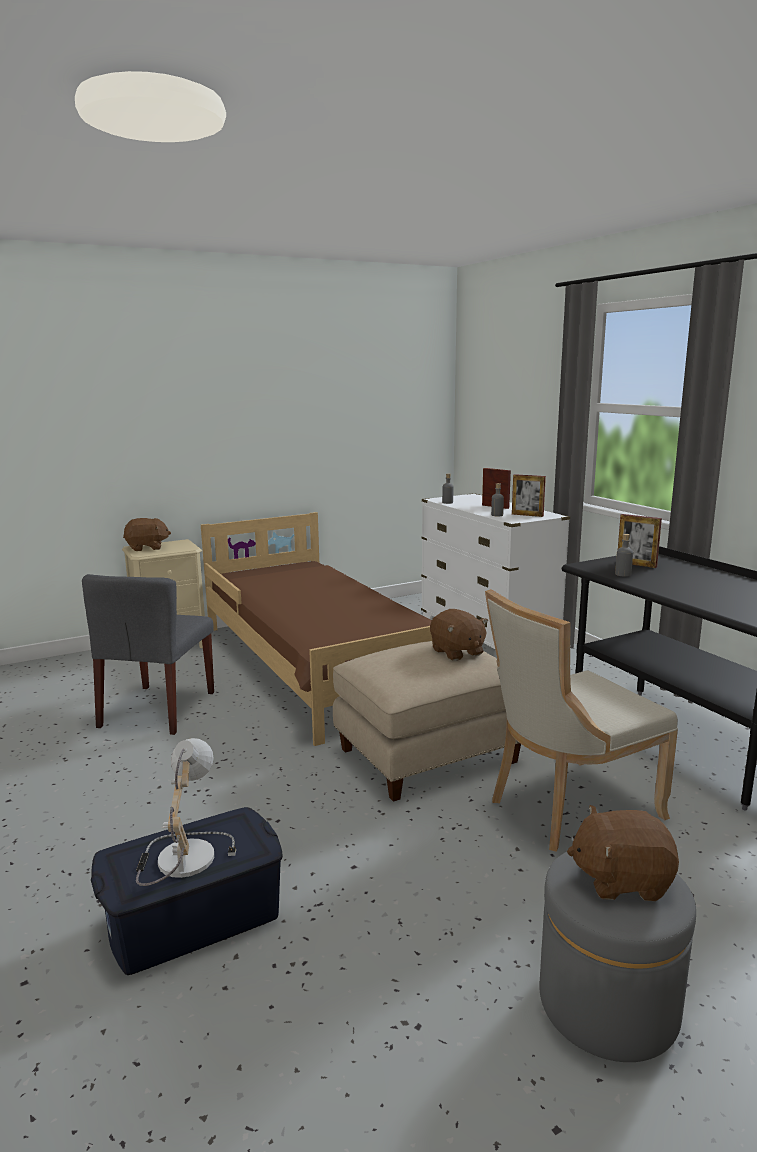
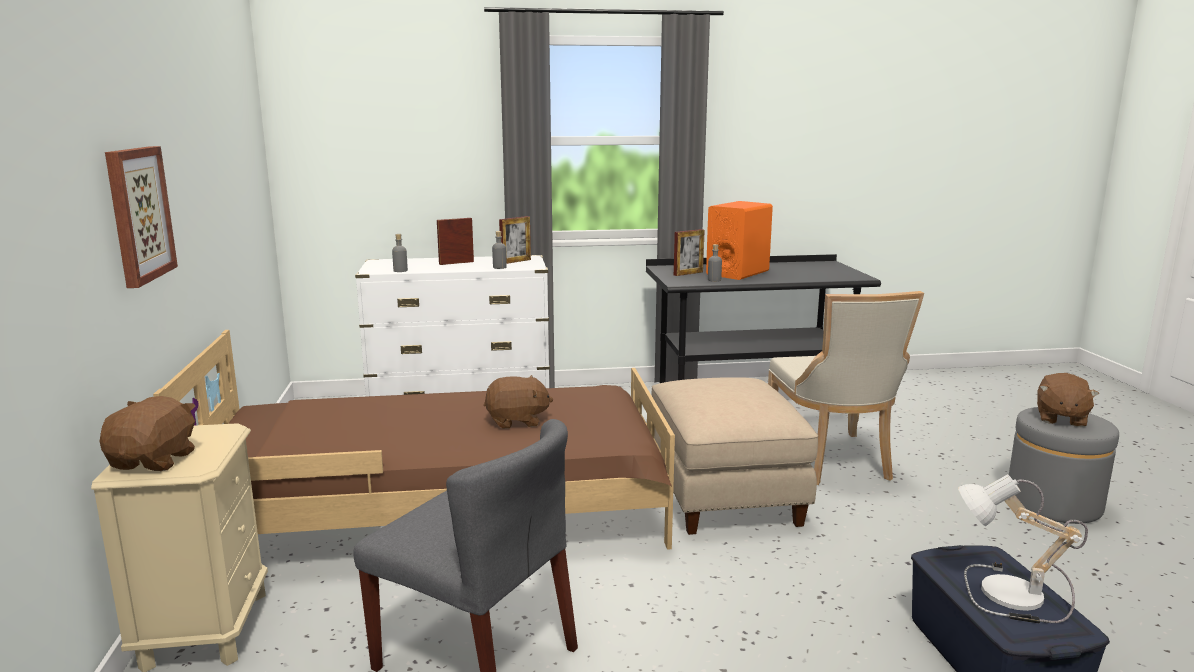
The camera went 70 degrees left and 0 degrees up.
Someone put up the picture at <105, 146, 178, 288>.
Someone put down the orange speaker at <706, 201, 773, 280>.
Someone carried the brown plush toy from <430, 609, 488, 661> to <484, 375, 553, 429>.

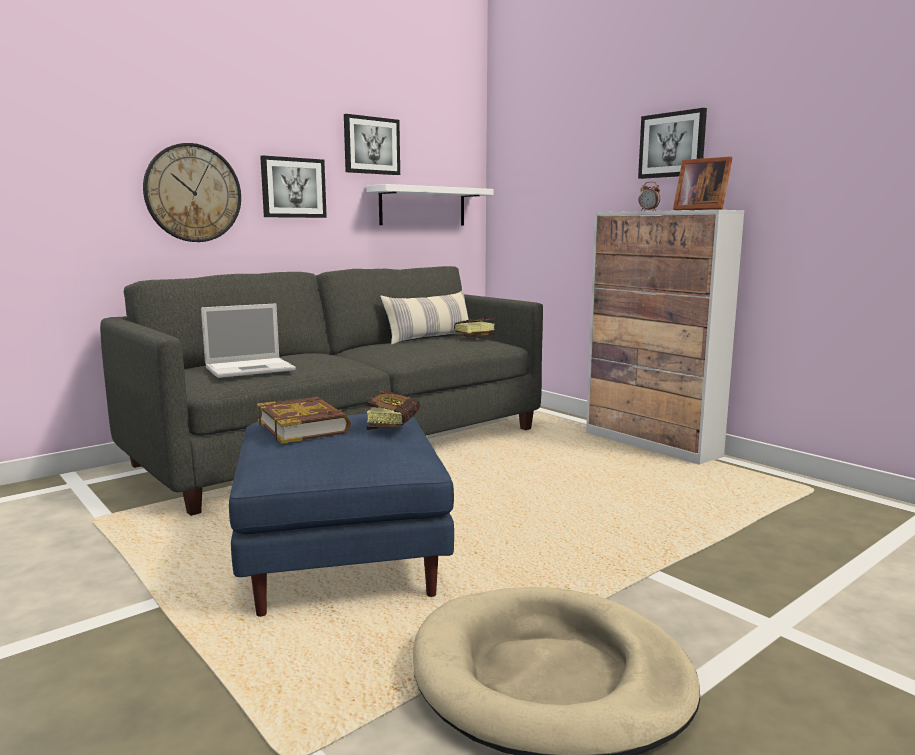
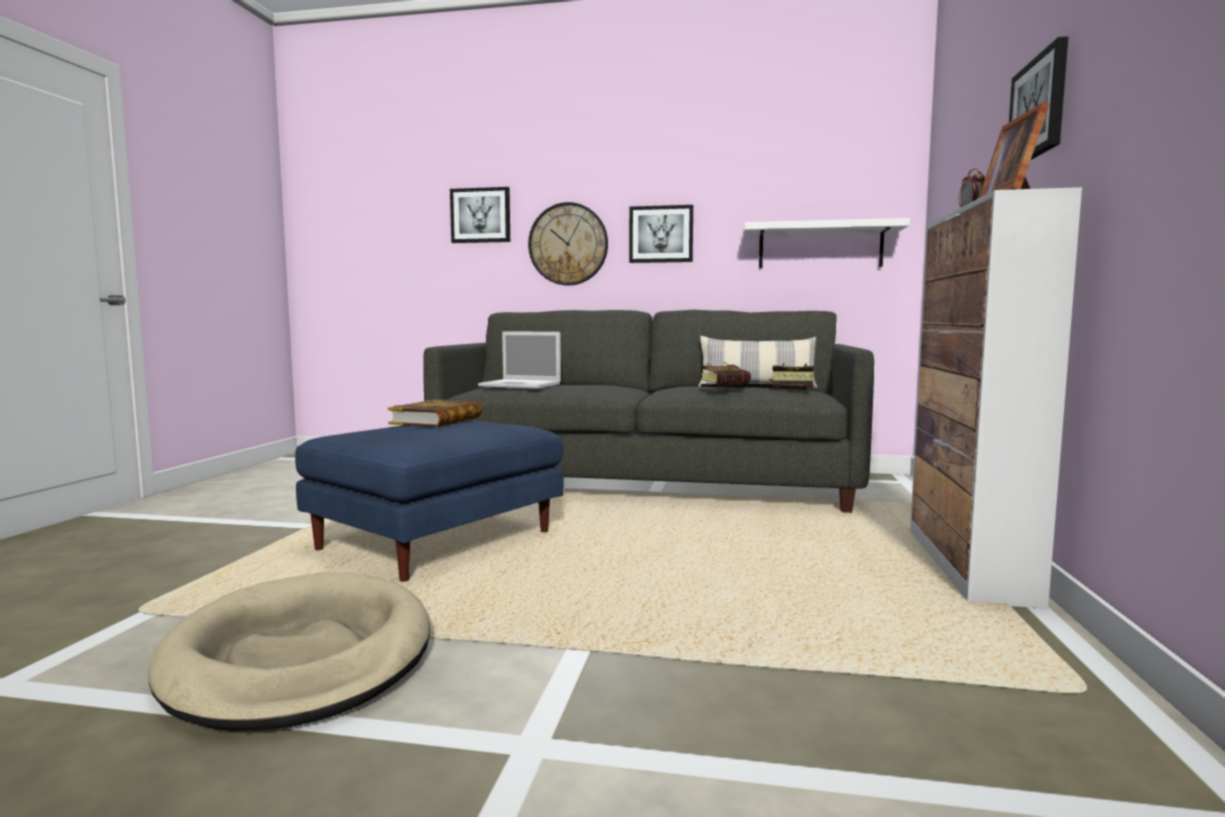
The camera went 50 degrees right and 5 degrees down.
Someone carried the picture from <344, 114, 400, 175> to <450, 187, 510, 243>.
Someone carried the book from <366, 390, 420, 430> to <701, 363, 751, 390>.

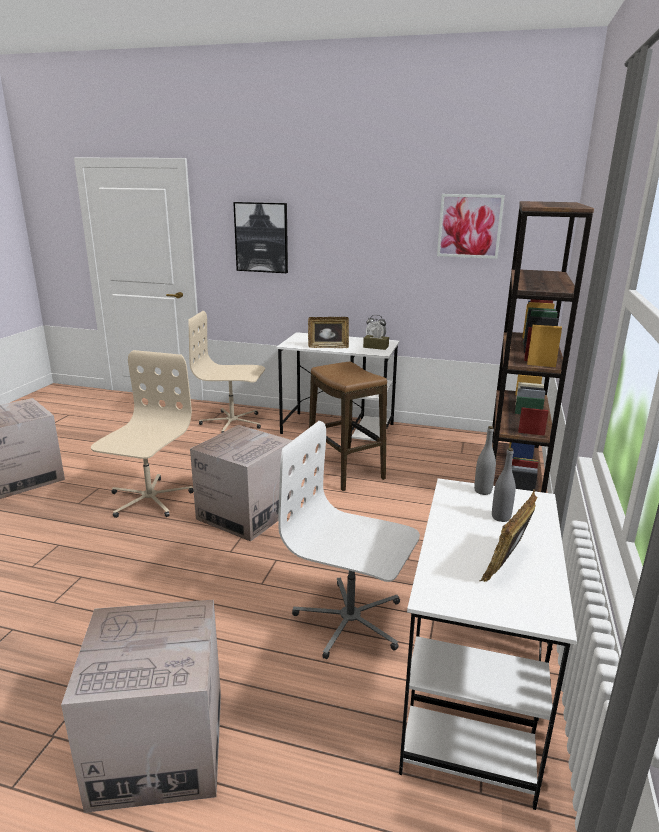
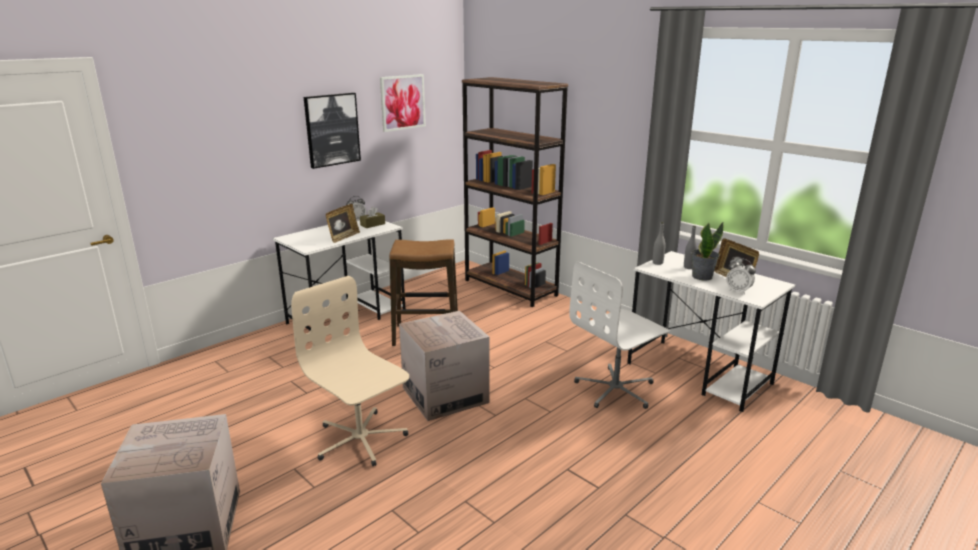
The camera went 60 degrees left and 0 degrees up.
Someone took away the cardboard box at <61, 600, 221, 813>.
Someone took away the beige office chair at <188, 311, 265, 433>.
Someone put down the potted plant at <691, 222, 723, 281>.
Someone put down the alarm clock at <726, 258, 756, 295>.
Someone carried the picture from <233, 202, 288, 273> to <304, 93, 361, 169>.

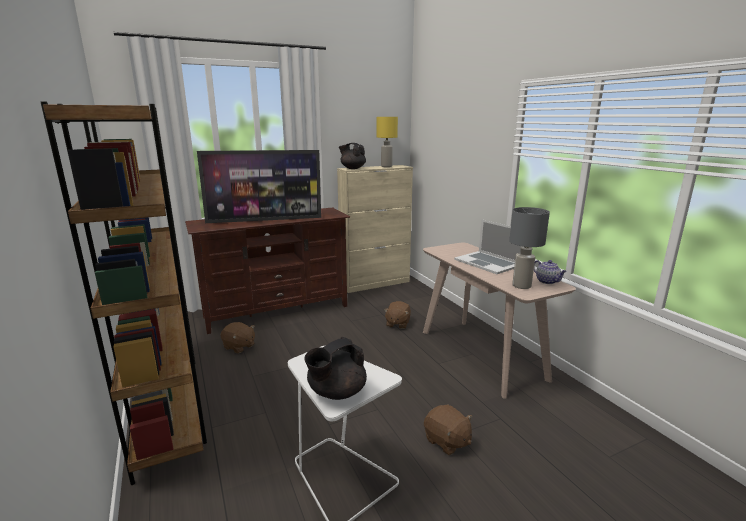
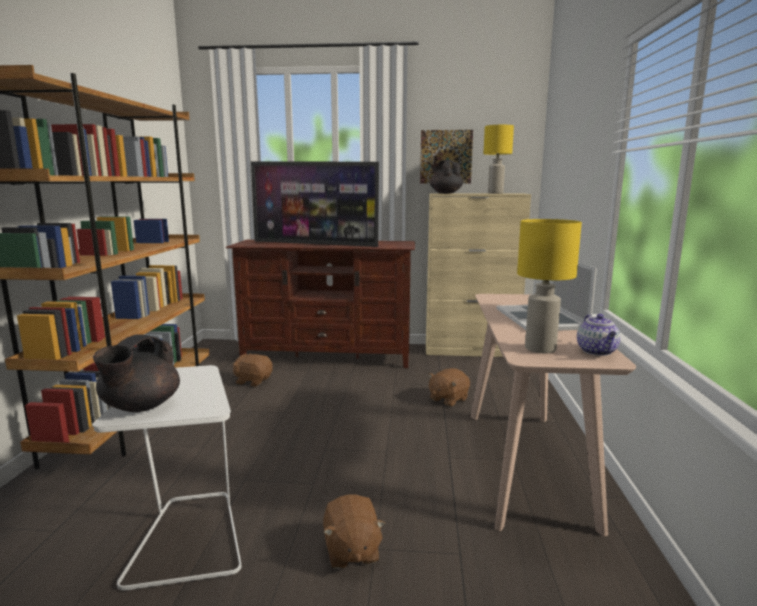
The camera went 30 degrees right and 5 degrees down.
Someone put up the picture at <420, 130, 473, 184>.
Someone repainted the grey table lamp at <509, 207, 550, 289>, which became the yellow table lamp at <517, 219, 582, 353>.
Someone rotated the brown plush toy at <220, 322, 255, 354> by 135 degrees clockwise.
Someone rotated the black teapot at <304, 337, 367, 400> by 60 degrees counterclockwise.

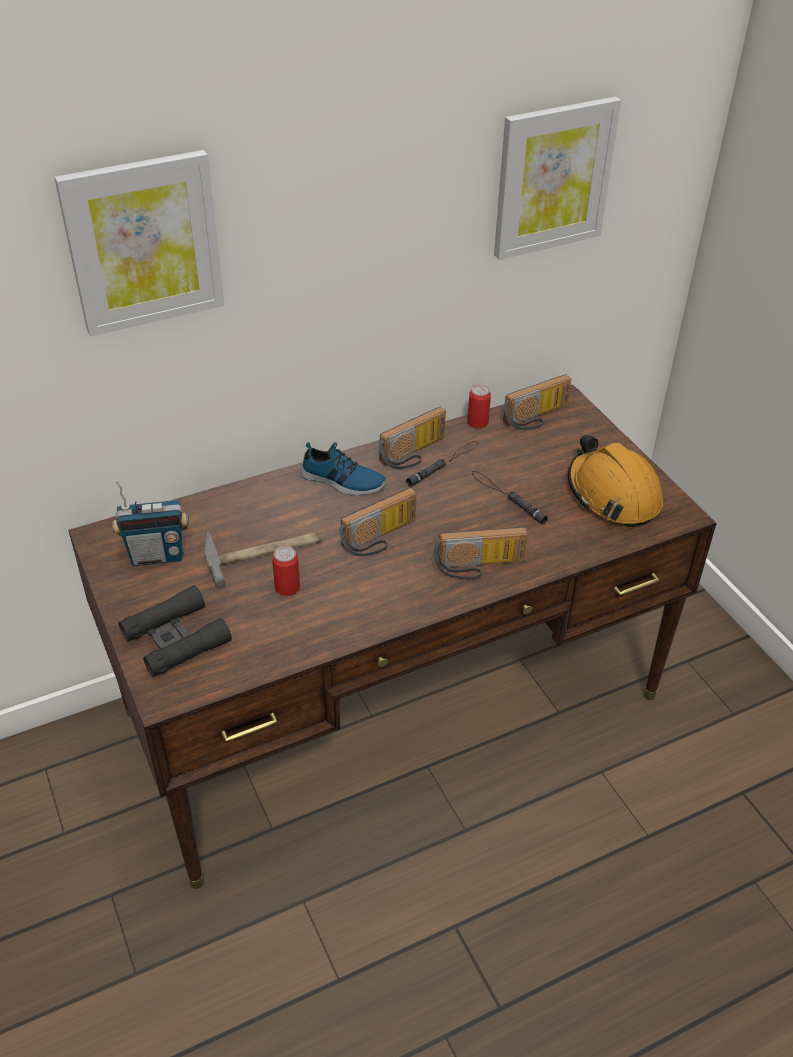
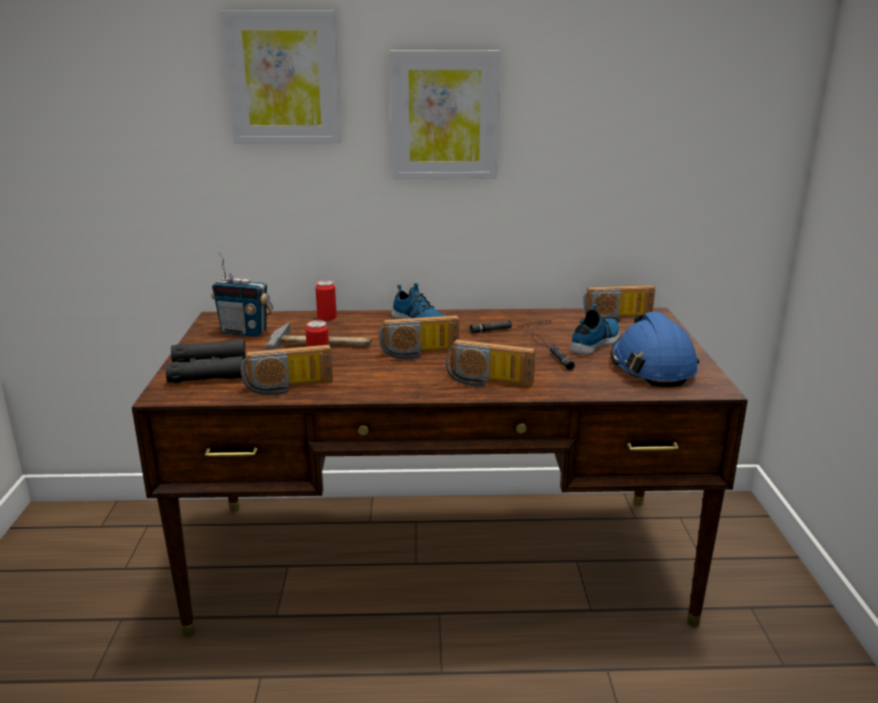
The camera went 25 degrees right and 20 degrees down.
Someone put down the shoe at <569, 304, 620, 355>.
Someone carried the radio from <379, 407, 446, 469> to <241, 345, 333, 395>.
Someone carried the can from <467, 384, 491, 429> to <315, 280, 337, 320>.
Someone carried the picture from <494, 97, 621, 260> to <389, 50, 500, 179>.
Someone repainted the orange hard hat at <568, 435, 663, 527>, which became the blue hard hat at <611, 312, 699, 387>.

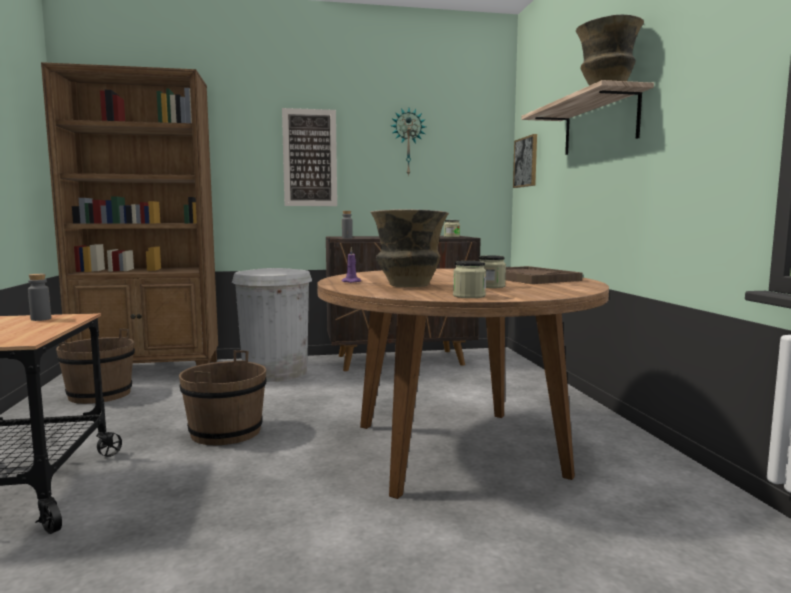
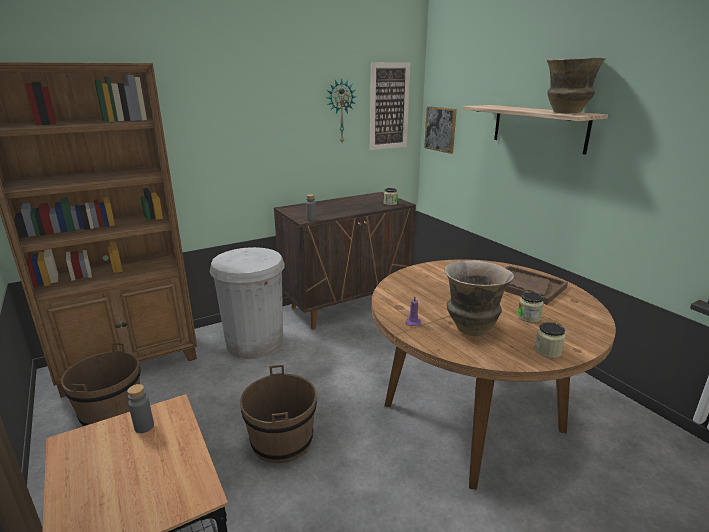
The camera went 20 degrees left and 15 degrees up.
Someone carried the picture from <282, 108, 337, 206> to <370, 62, 410, 150>.

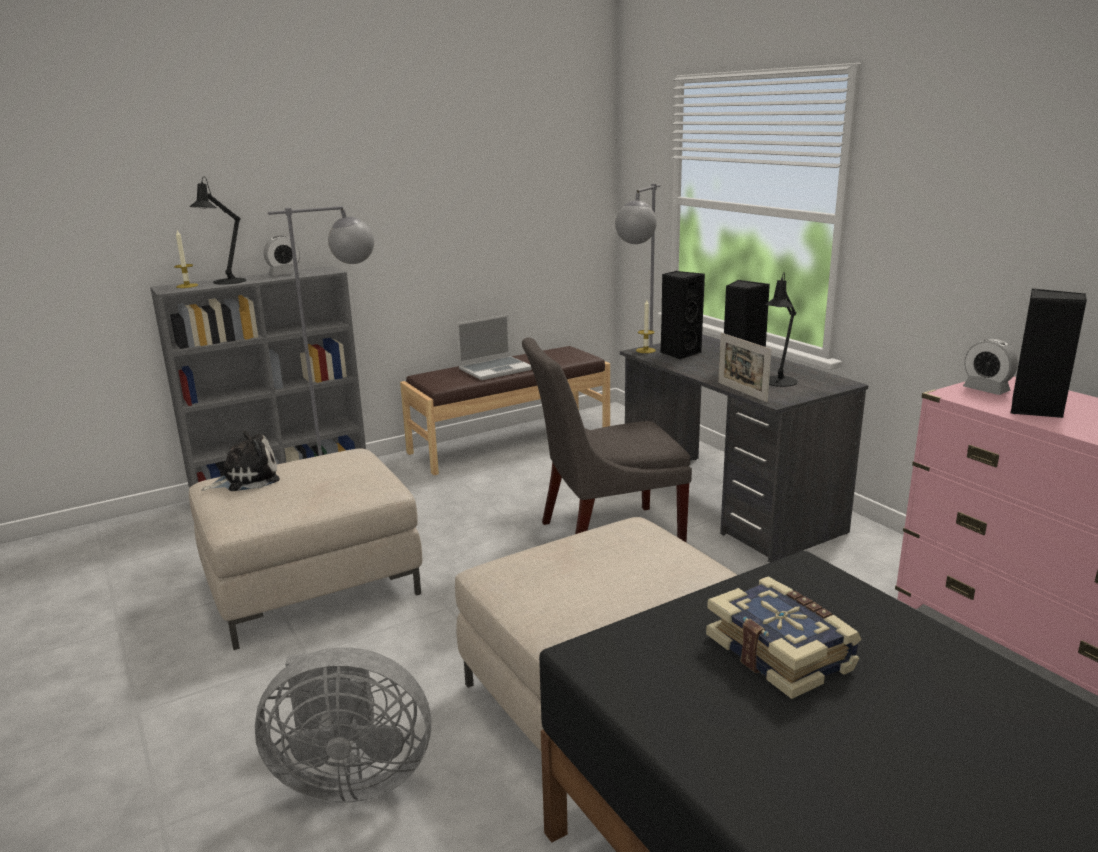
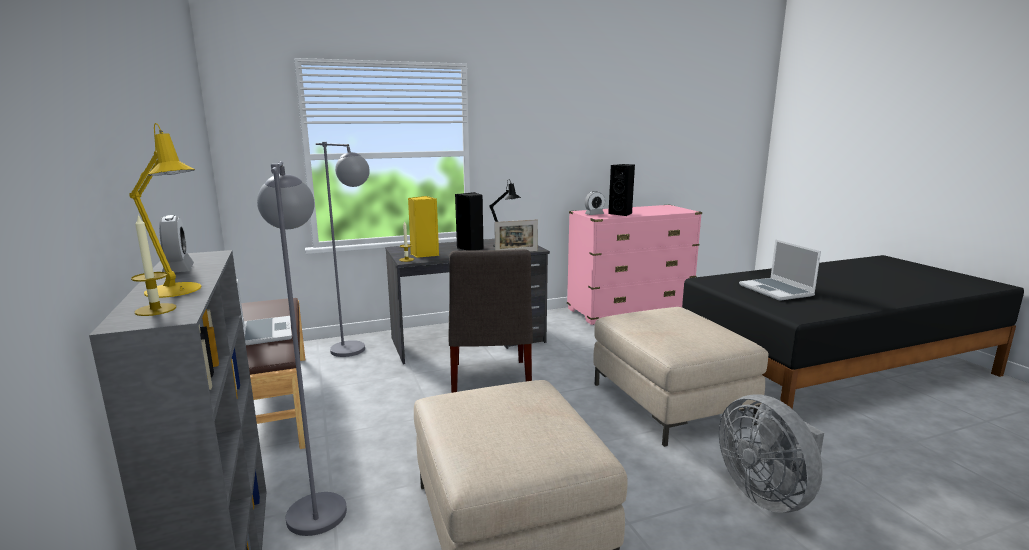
The camera went 80 degrees left and 5 degrees down.
Someone took away the plush toy at <201, 431, 280, 491>.
Someone swapped the book at <706, 577, 862, 699> for the laptop at <739, 239, 821, 301>.
Someone repainted the black table lamp at <189, 177, 246, 285>, which became the yellow table lamp at <129, 123, 201, 298>.
Someone repainted the black speaker at <661, 271, 705, 360>, which became the yellow speaker at <408, 196, 439, 258>.
Someone rotated the grey fan at <255, 647, 431, 802> by 150 degrees clockwise.

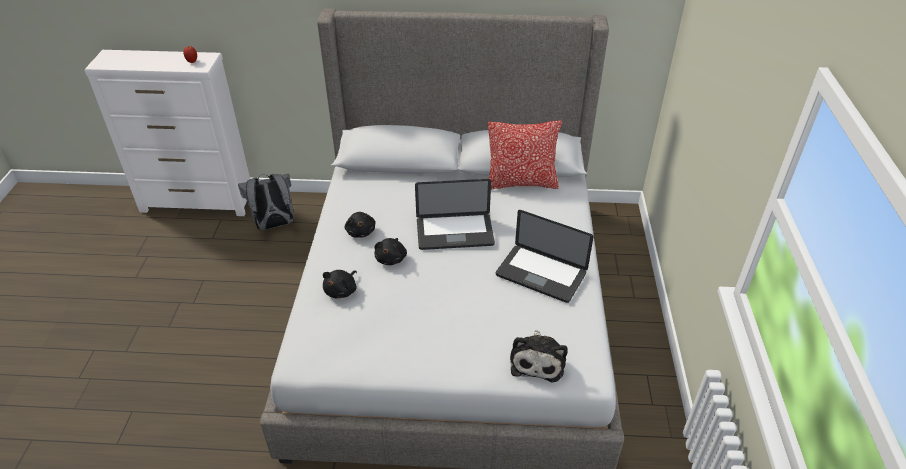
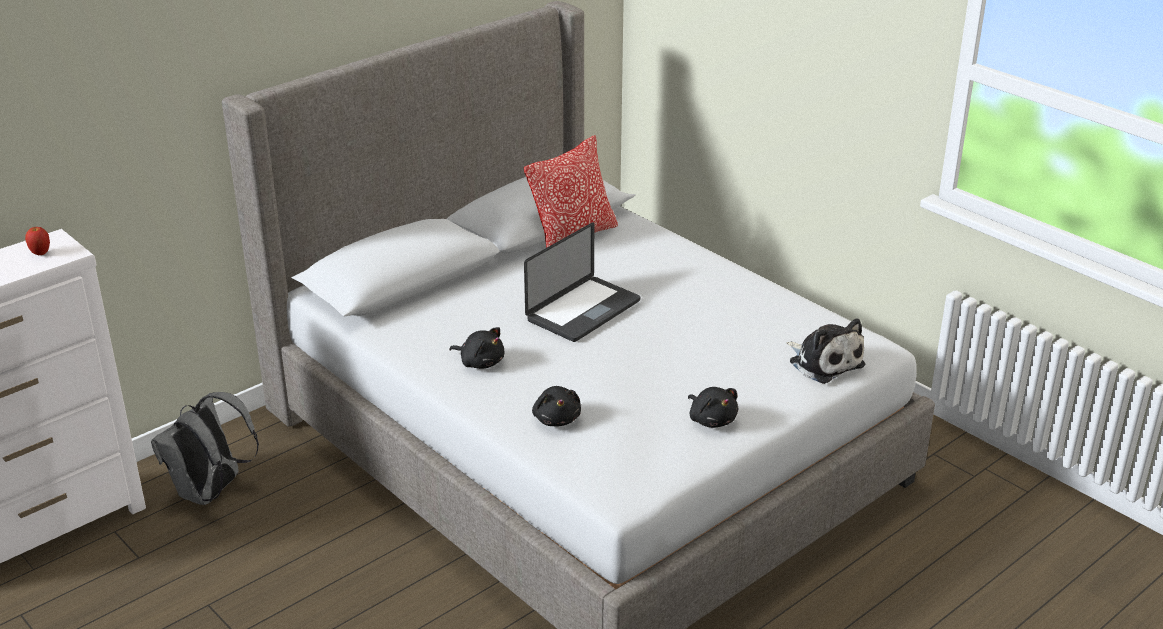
The camera went 45 degrees left and 10 degrees down.
Someone took away the laptop at <496, 210, 593, 303>.
Someone carried the black plush toy from <374, 238, 407, 265> to <688, 387, 738, 428>.

